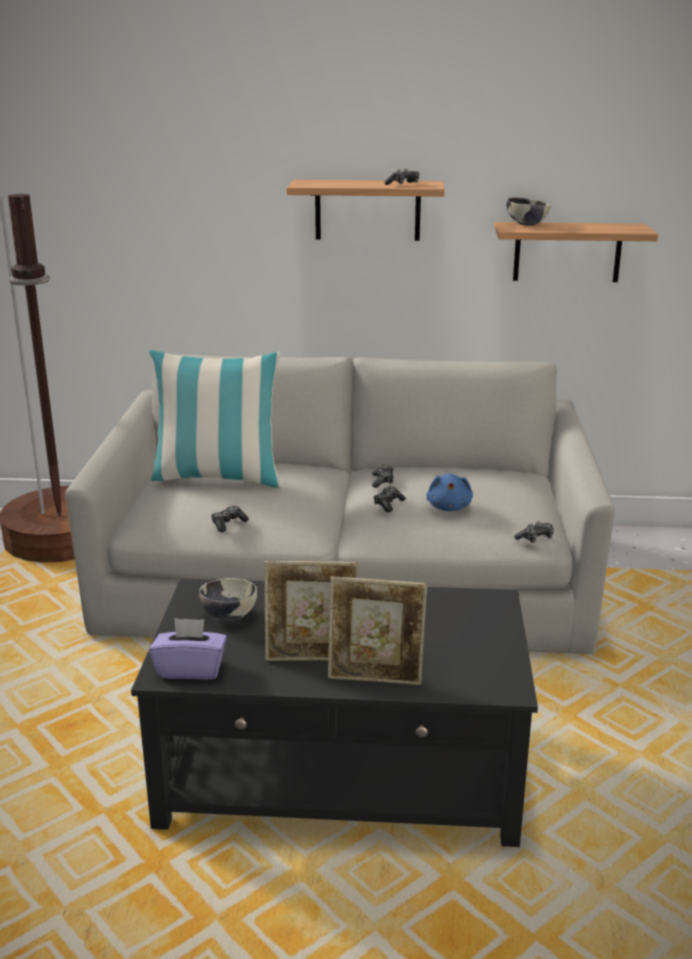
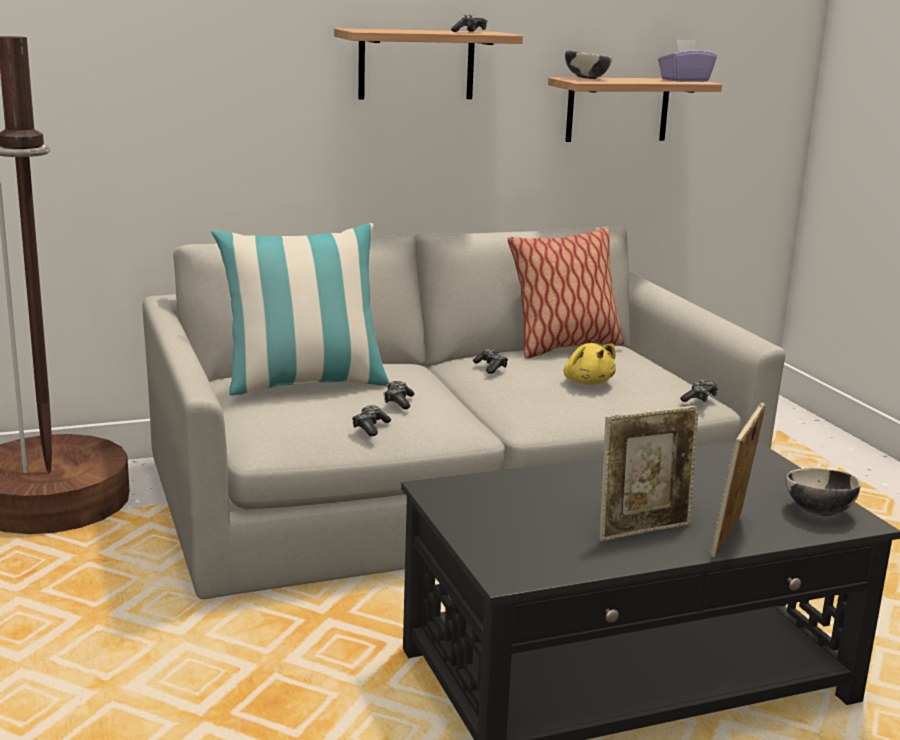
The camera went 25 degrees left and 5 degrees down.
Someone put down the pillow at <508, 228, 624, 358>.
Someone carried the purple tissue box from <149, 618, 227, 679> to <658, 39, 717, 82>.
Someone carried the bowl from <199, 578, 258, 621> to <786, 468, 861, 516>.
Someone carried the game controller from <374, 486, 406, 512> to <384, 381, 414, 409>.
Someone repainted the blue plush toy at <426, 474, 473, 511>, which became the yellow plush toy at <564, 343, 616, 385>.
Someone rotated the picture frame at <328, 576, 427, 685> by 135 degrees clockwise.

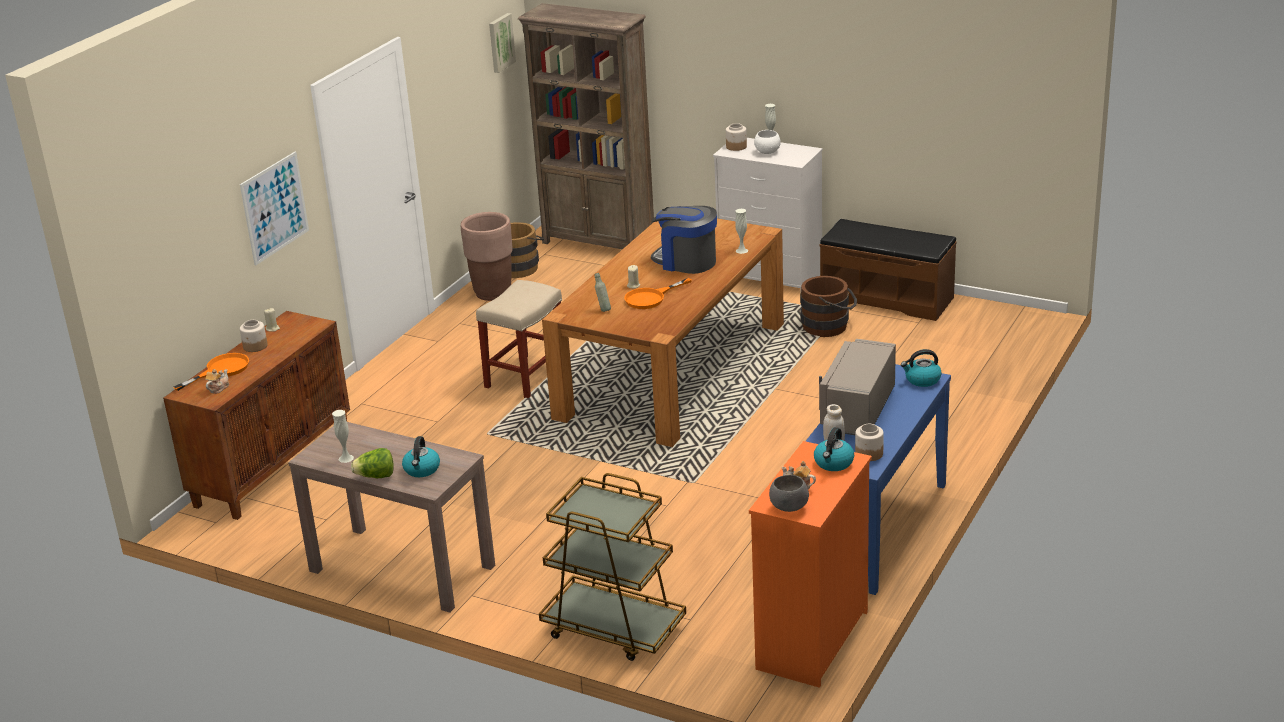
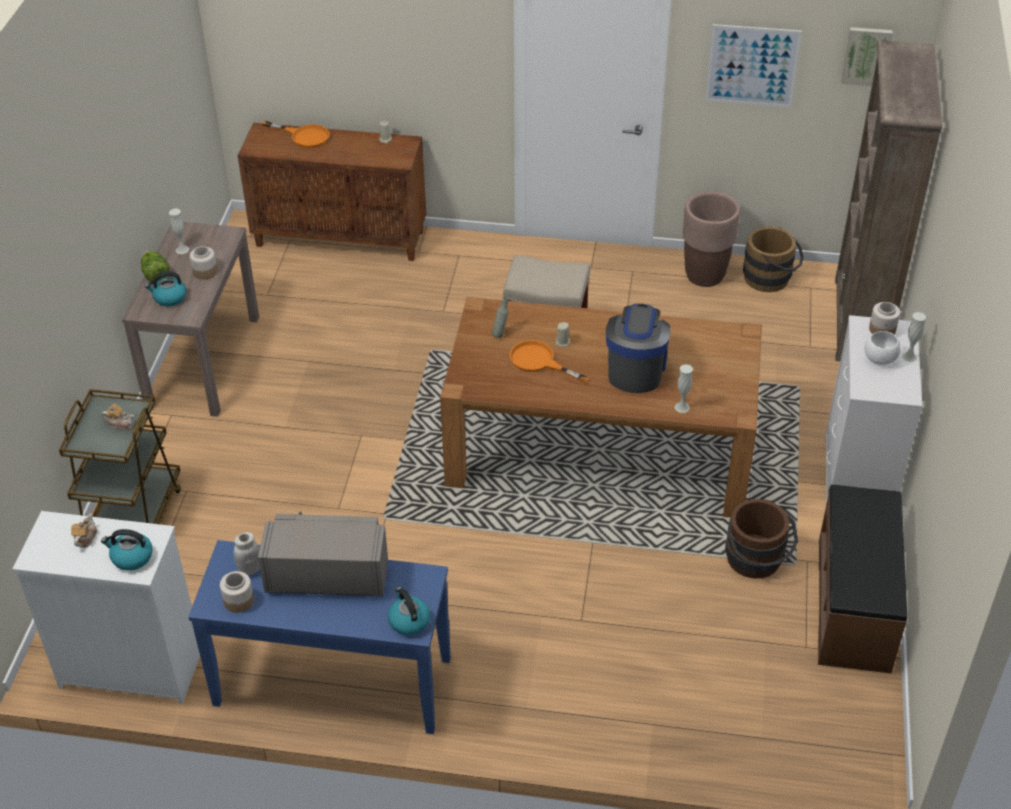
The camera went 70 degrees right and 15 degrees up.
Someone took away the grey bowl at <769, 475, 809, 512>.
Someone carried the teapot from <205, 369, 229, 394> to <102, 404, 134, 430>.
Someone carried the picture from <240, 152, 309, 265> to <705, 24, 802, 108>.
Someone carried the jar from <240, 320, 268, 352> to <190, 246, 217, 280>.
Someone repainted the orange dresser at <749, 441, 872, 688>, which became the white dresser at <13, 511, 200, 704>.

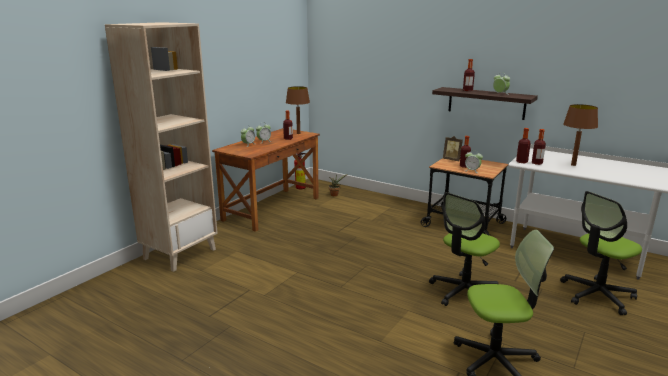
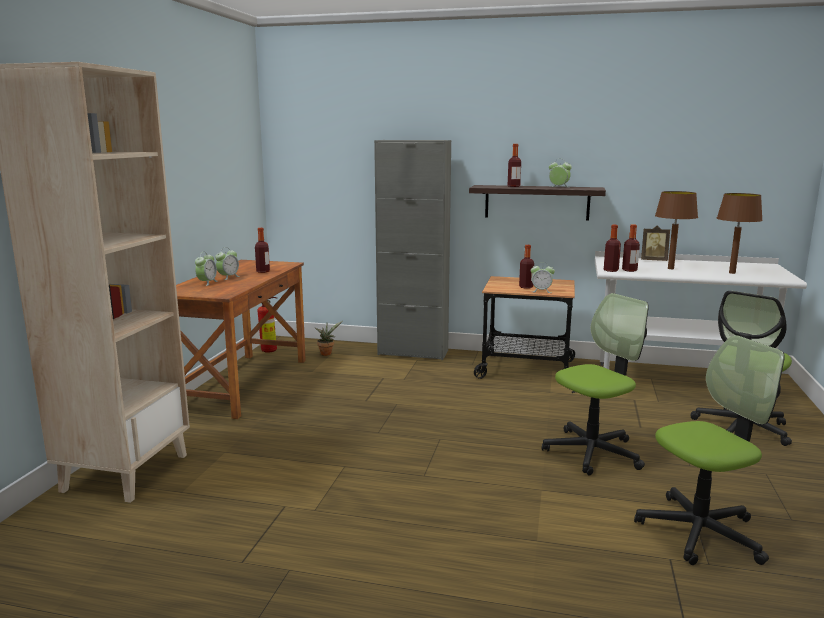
The camera went 20 degrees left and 5 degrees down.
Someone put down the grey cabinet at <374, 140, 451, 360>.
Someone carried the brown table lamp from <286, 86, 310, 134> to <717, 193, 763, 274>.
Someone carried the picture frame from <443, 136, 463, 161> to <641, 226, 670, 261>.
Someone rotated the office chair at <429, 192, 500, 306> by 150 degrees counterclockwise.

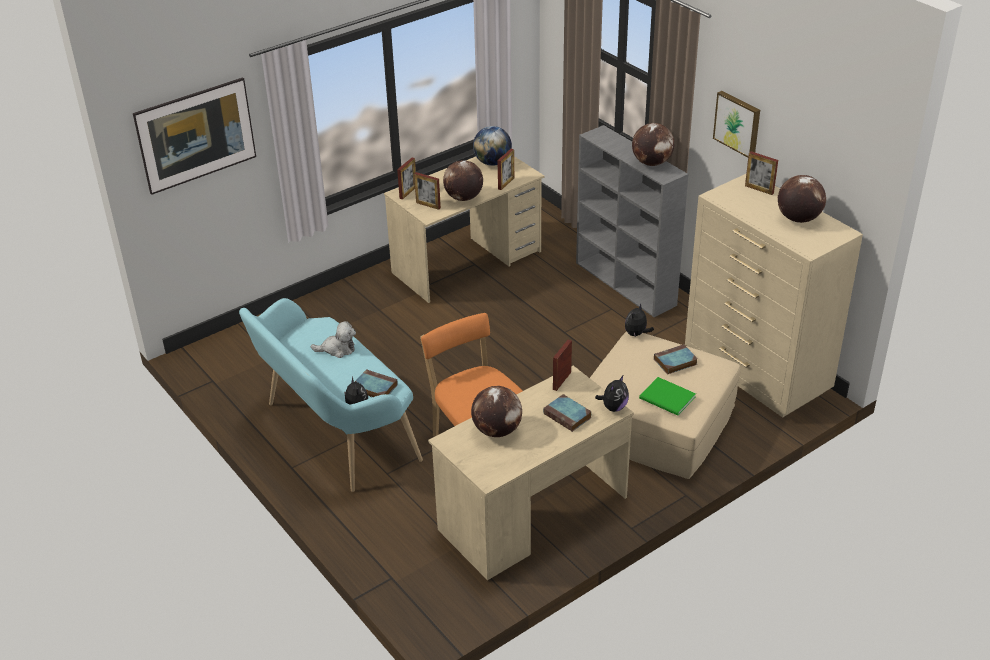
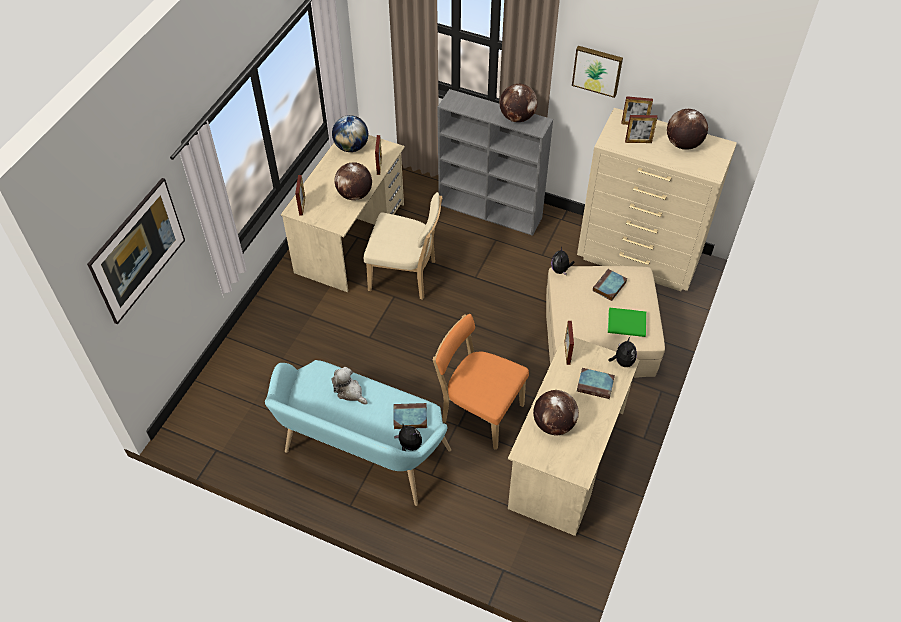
The camera went 30 degrees left and 15 degrees up.
Someone put down the beige chair at <364, 192, 443, 300>.
Someone carried the picture frame from <414, 172, 441, 210> to <625, 115, 657, 143>.
Someone rotated the plush toy at <311, 321, 356, 358> by 105 degrees counterclockwise.

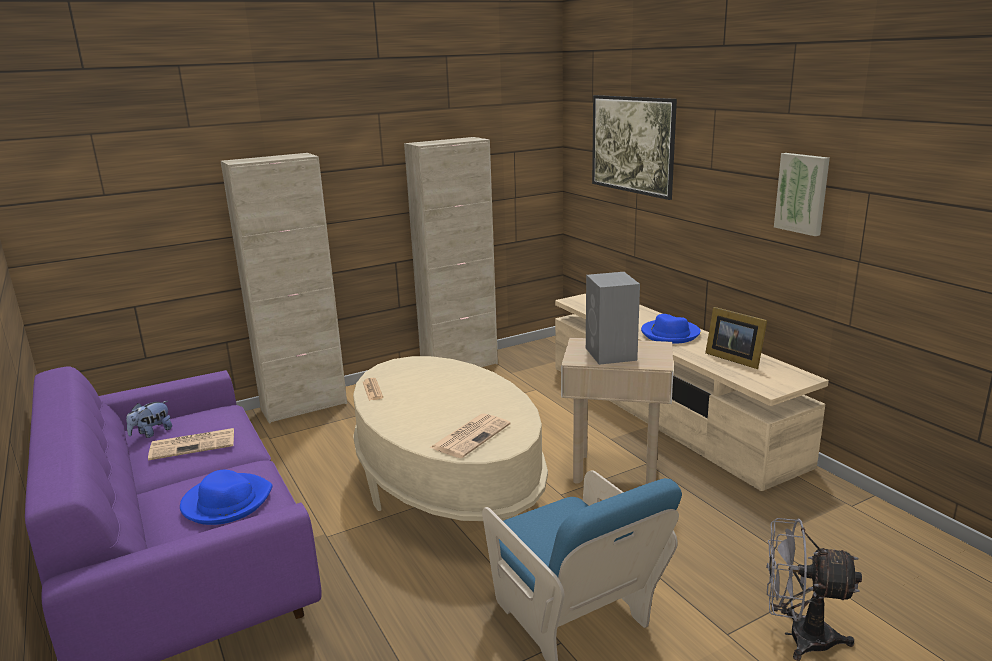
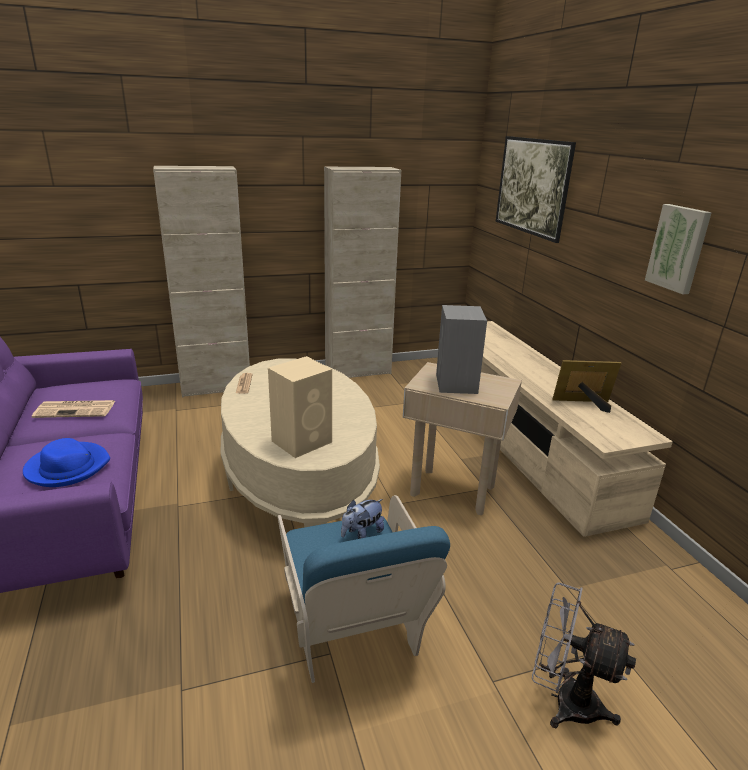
The camera went 10 degrees right and 5 degrees up.
Someone took away the blue hat at <641, 314, 701, 344>.
Someone carried the plush toy from <126, 401, 172, 438> to <341, 499, 384, 539>.
Someone swapped the newspaper at <430, 413, 511, 458> for the beige speaker at <268, 356, 332, 458>.
Someone rotated the picture frame at <705, 307, 767, 369> by 120 degrees clockwise.

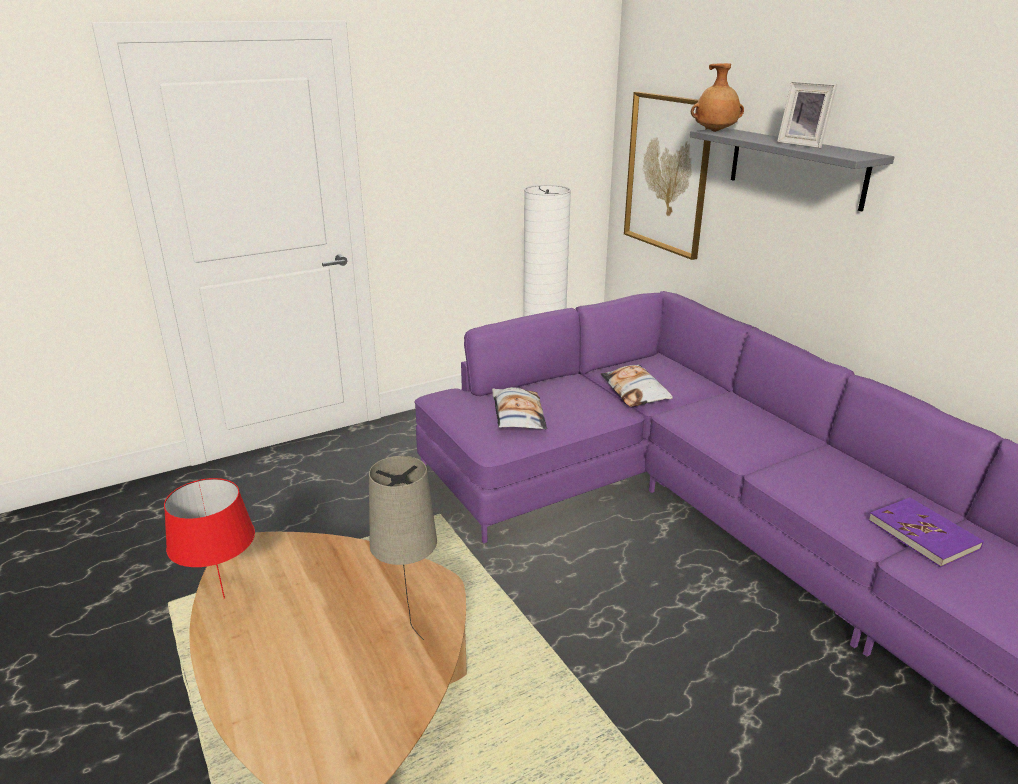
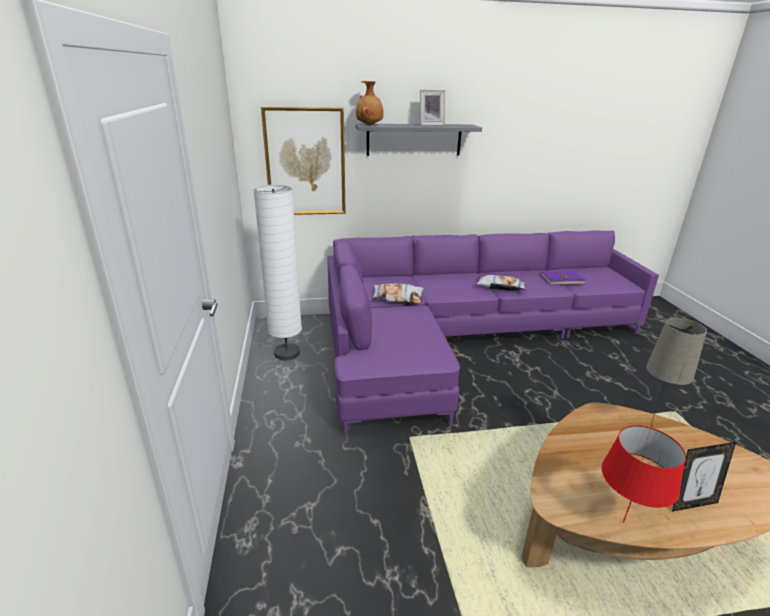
The camera went 70 degrees left and 0 degrees up.
Someone put down the picture frame at <672, 442, 736, 512>.
Someone carried the pillow from <492, 387, 547, 429> to <476, 275, 526, 291>.

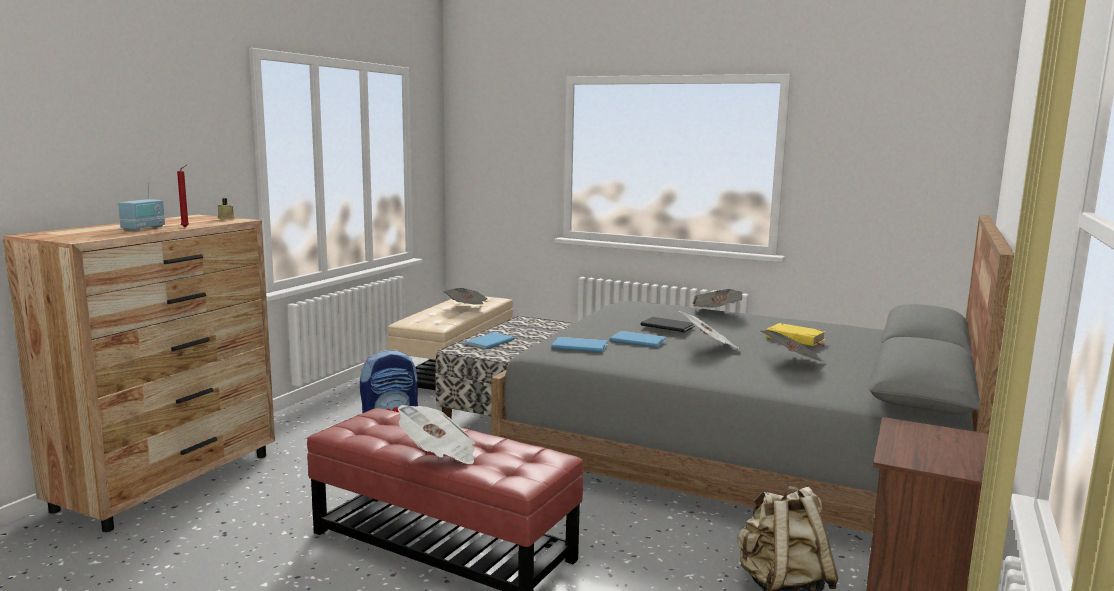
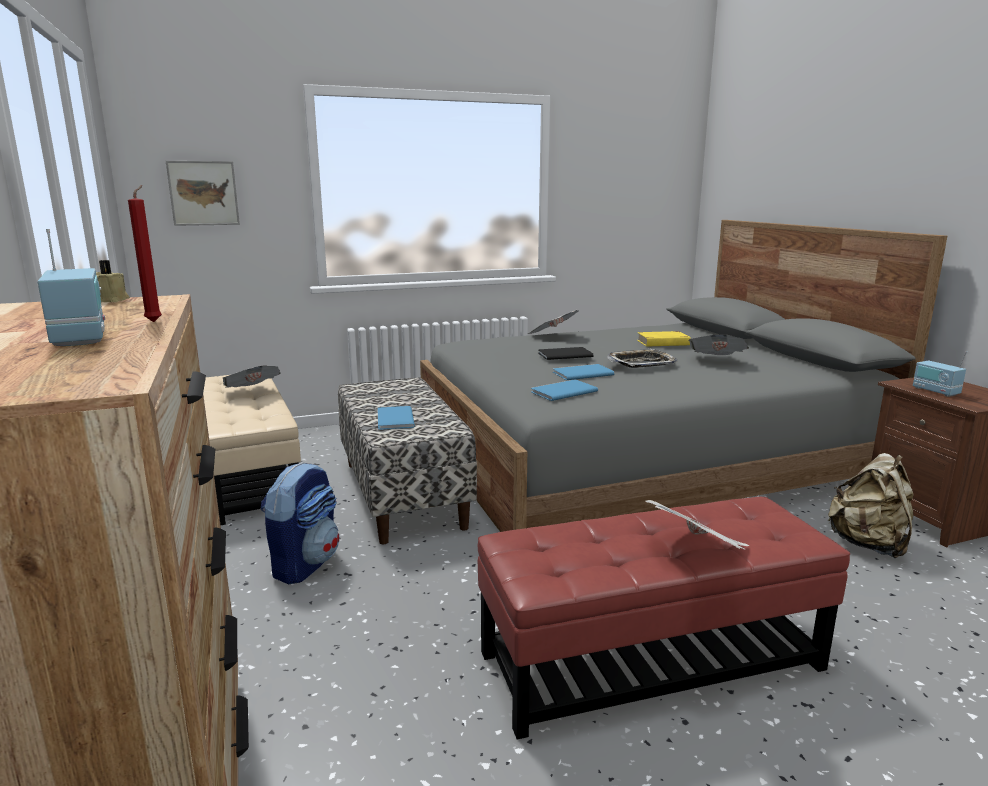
The camera went 45 degrees left and 5 degrees up.
Someone put up the picture at <166, 161, 240, 226>.
Someone put down the radio at <913, 351, 967, 397>.
Someone swapped the newspaper at <679, 311, 740, 349> for the tray at <607, 349, 678, 368>.

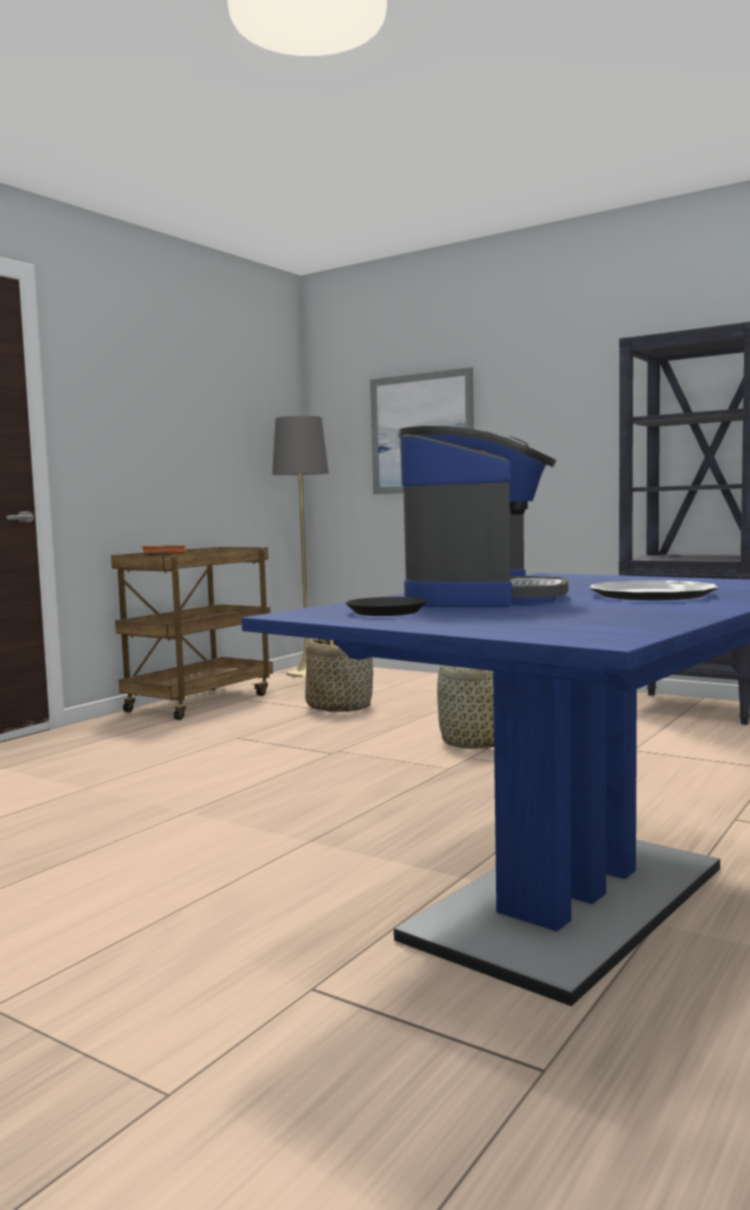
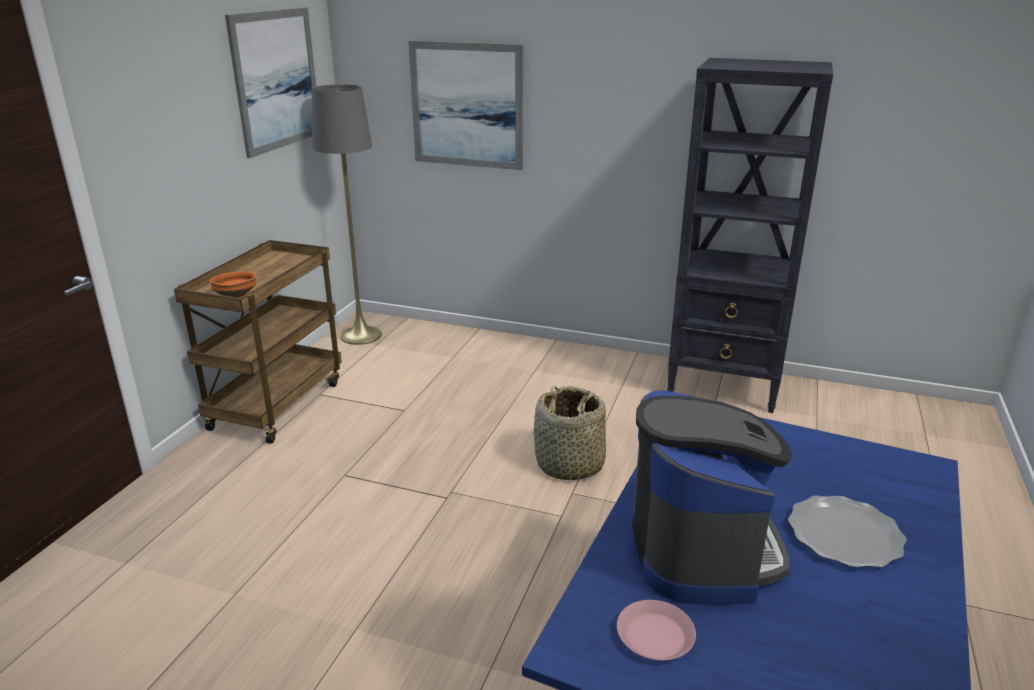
The camera went 15 degrees left and 20 degrees up.
Someone took away the basket at <305, 638, 373, 712>.
Someone put up the picture at <225, 7, 316, 158>.
Someone repainted the black plate at <346, 597, 428, 616>, which became the pink plate at <617, 600, 696, 660>.

